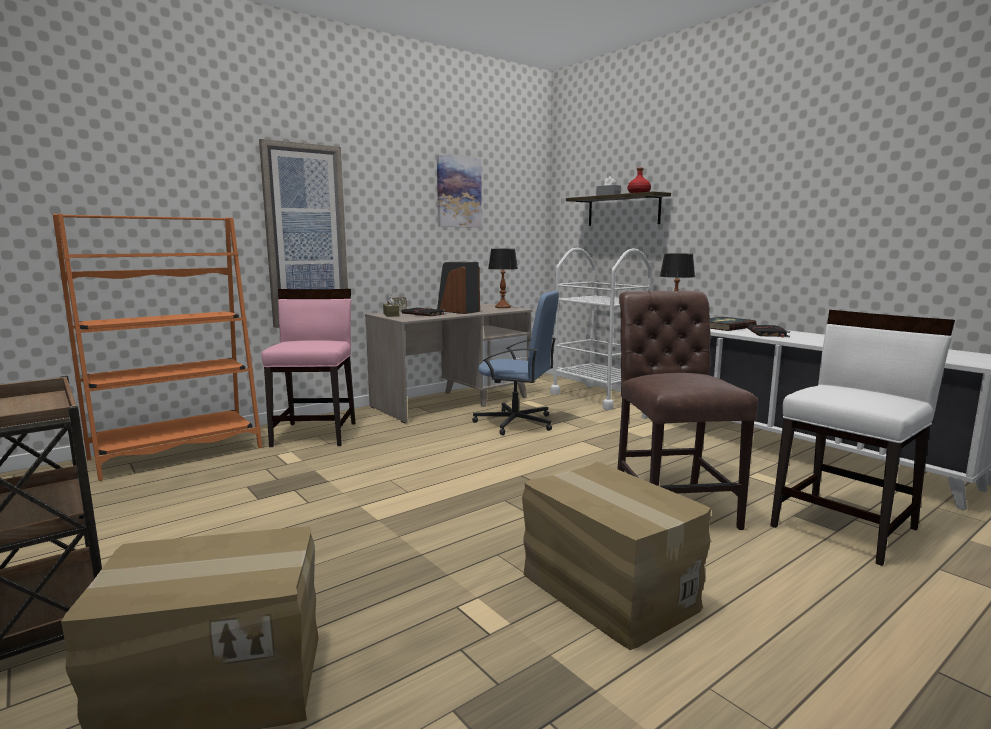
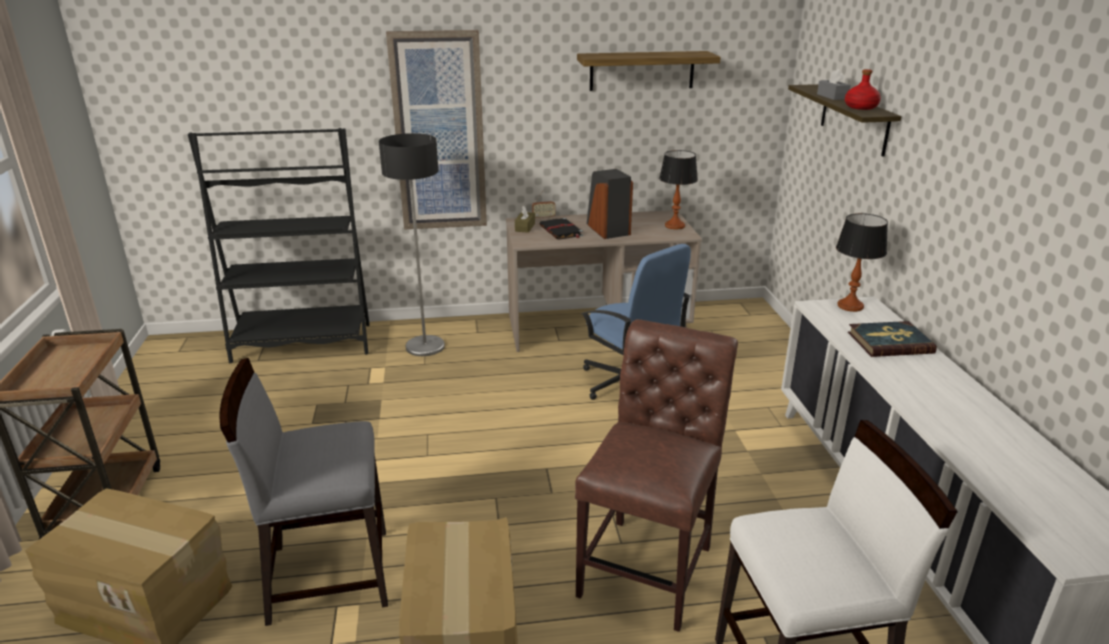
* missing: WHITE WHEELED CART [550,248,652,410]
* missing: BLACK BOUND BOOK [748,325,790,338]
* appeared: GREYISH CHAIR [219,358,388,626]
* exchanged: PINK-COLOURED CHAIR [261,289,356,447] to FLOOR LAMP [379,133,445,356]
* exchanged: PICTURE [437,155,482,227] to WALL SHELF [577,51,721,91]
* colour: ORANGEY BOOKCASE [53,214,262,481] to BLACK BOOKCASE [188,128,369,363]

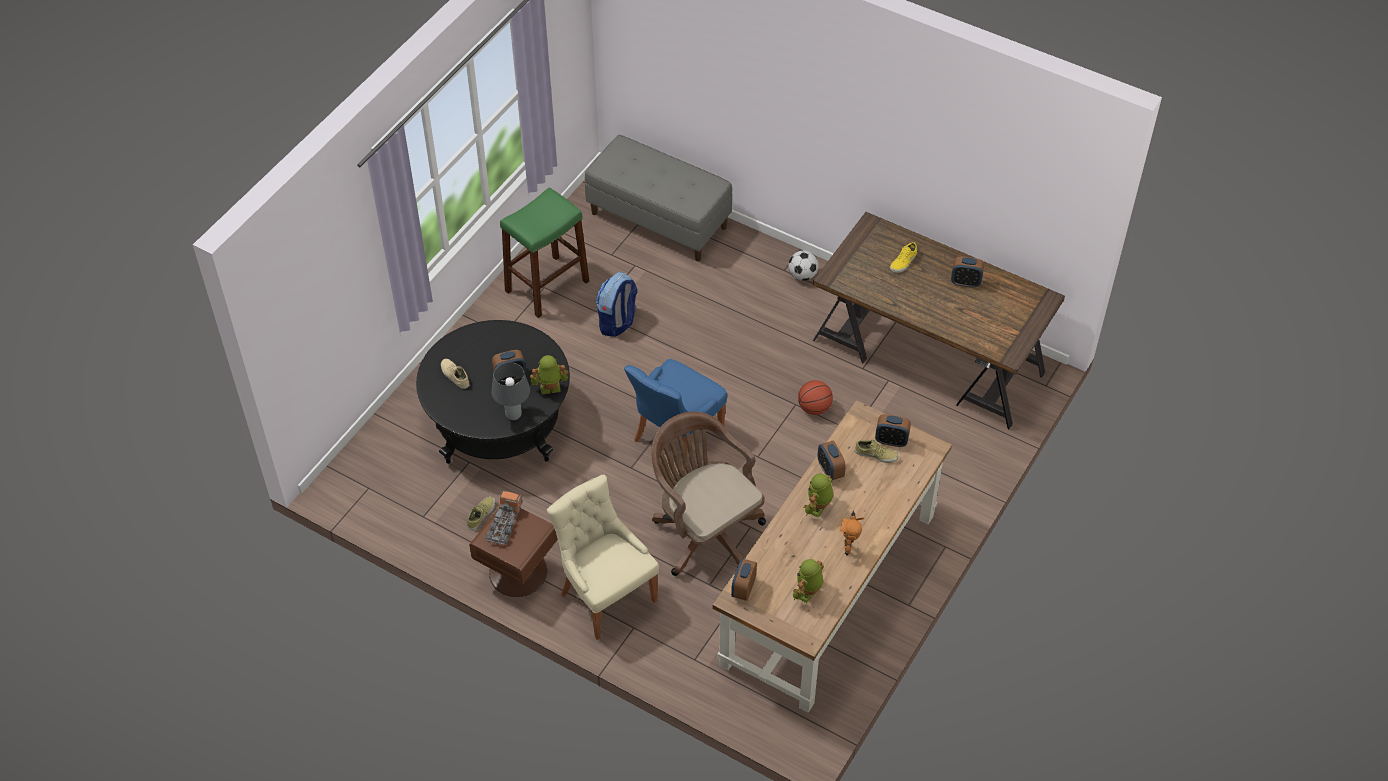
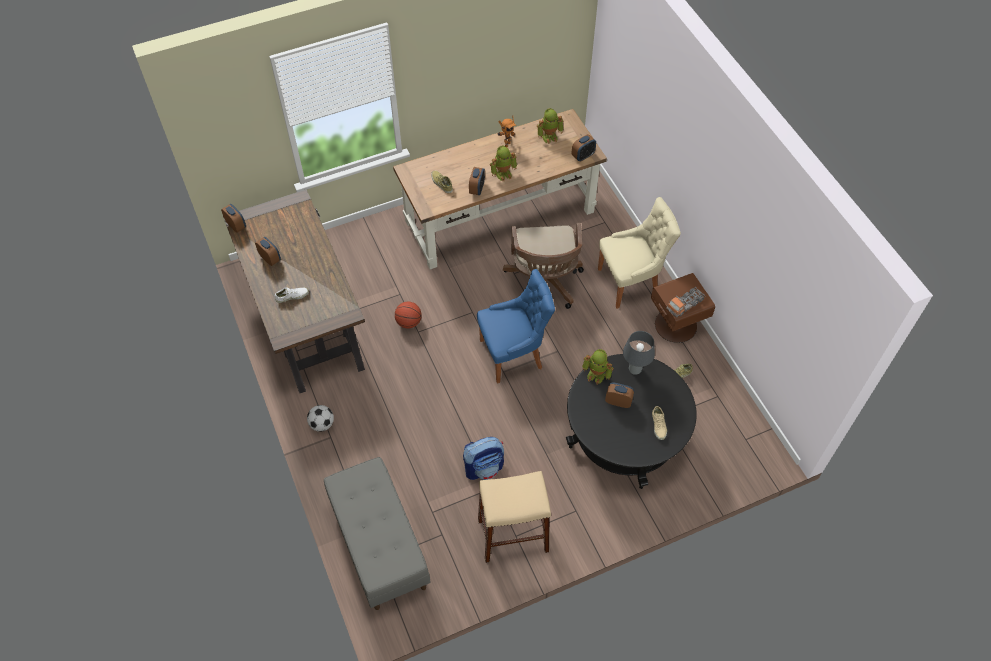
* relocated: ALARM CLOCK [875,414,911,447] to [221,204,246,233]
* colour: GREEN SITTING STOOL [500,187,589,318] to SAND-COLOURED SITTING STOOL [478,471,551,563]
* colour: YELLOW-COLOURED LOW SHOE [890,242,917,273] to WHITE LOW SHOE [275,287,309,303]
* spun: SAND-COLOURED CHAIR [546,474,659,640] = [598,197,681,309] 105 degrees counterclockwise

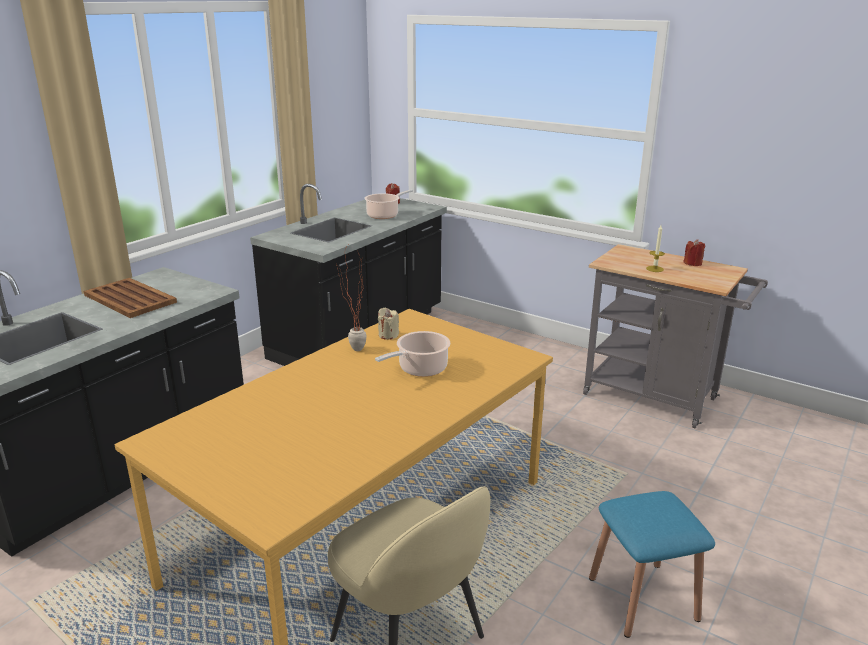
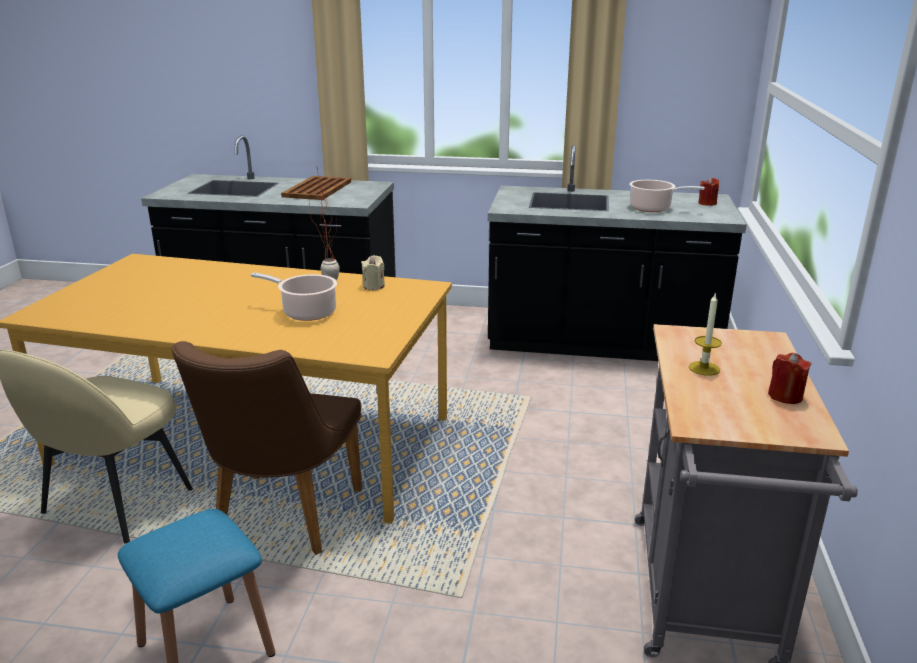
* appeared: BROWN-COLOURED CHAIR [172,341,362,555]

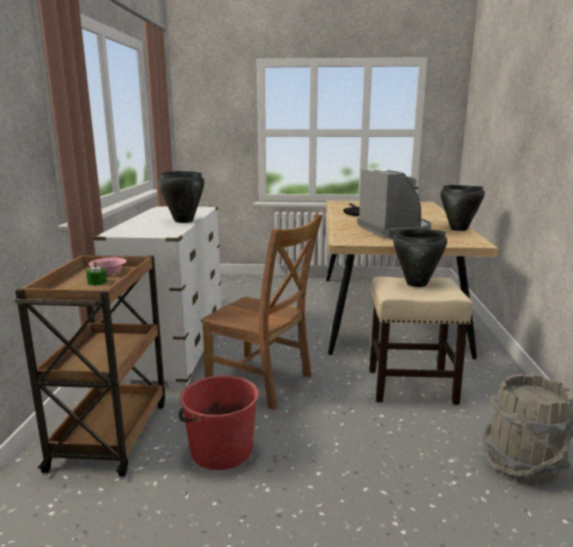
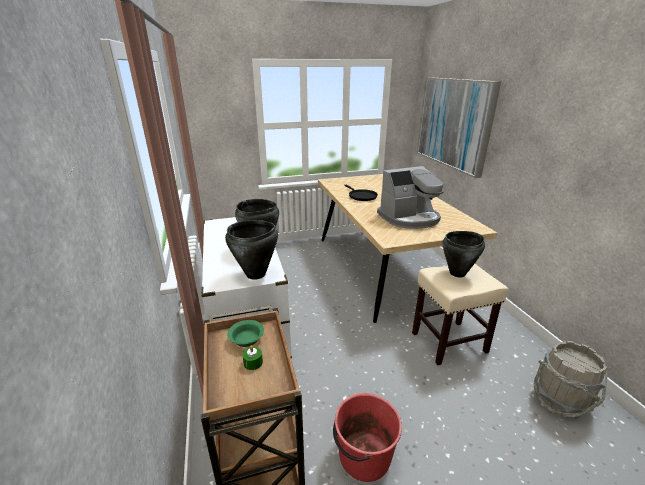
* missing: BROWN-COLOURED CHAIR [200,214,323,410]
* appeared: PICTURE [417,77,501,178]
* relocated: BLACK SAUCEPOT [440,185,485,231] to [225,220,278,280]
* colour: PINK-COLOURED BOWL [88,258,127,275] to GREEN BOWL [227,320,264,347]
* spun: COFFEE MACHINE [357,169,431,239] = [377,166,444,229] 105 degrees clockwise

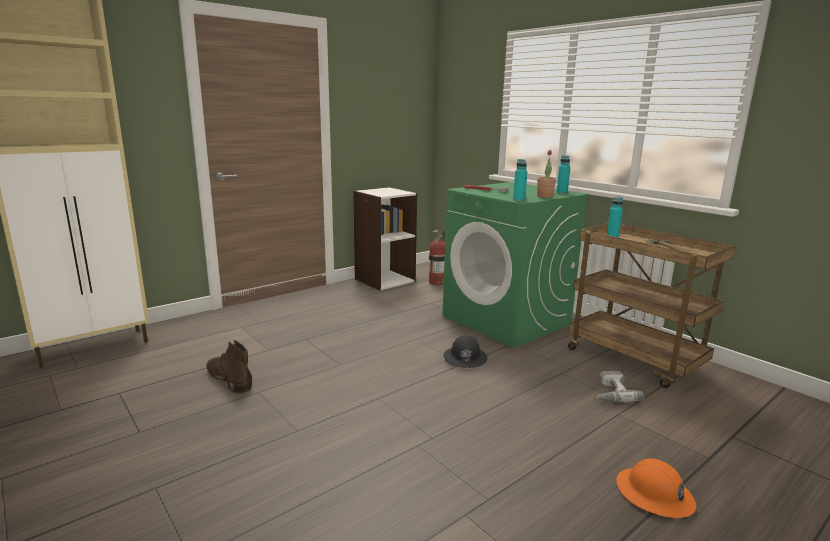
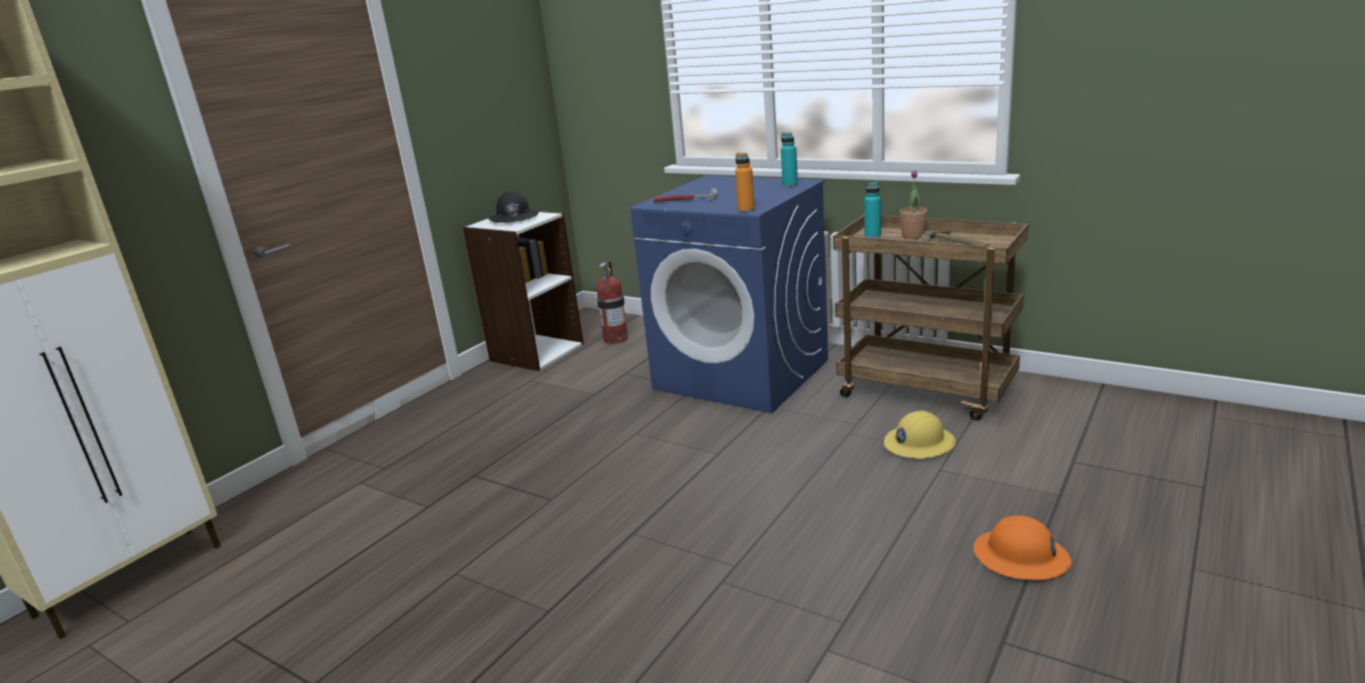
* missing: BROWN-COLOURED BOOT [206,340,252,394]
* relocated: BLACK WORK HELMET [443,335,488,368] to [489,191,539,223]
* relocated: HOUSEPLANT [537,150,556,198] to [900,170,927,239]
* exchanged: POWER DRILL [597,371,644,402] to YELLOW-COLOURED WORK HELMET [884,411,956,459]
* colour: GREEN WASHING MACHINE [442,182,589,348] to BLUE WASHING MACHINE [630,176,828,413]
* colour: BLUE-GREEN BEVERAGE BOTTLE [513,159,527,201] to ORANGEY BEVERAGE BOTTLE [735,153,755,213]

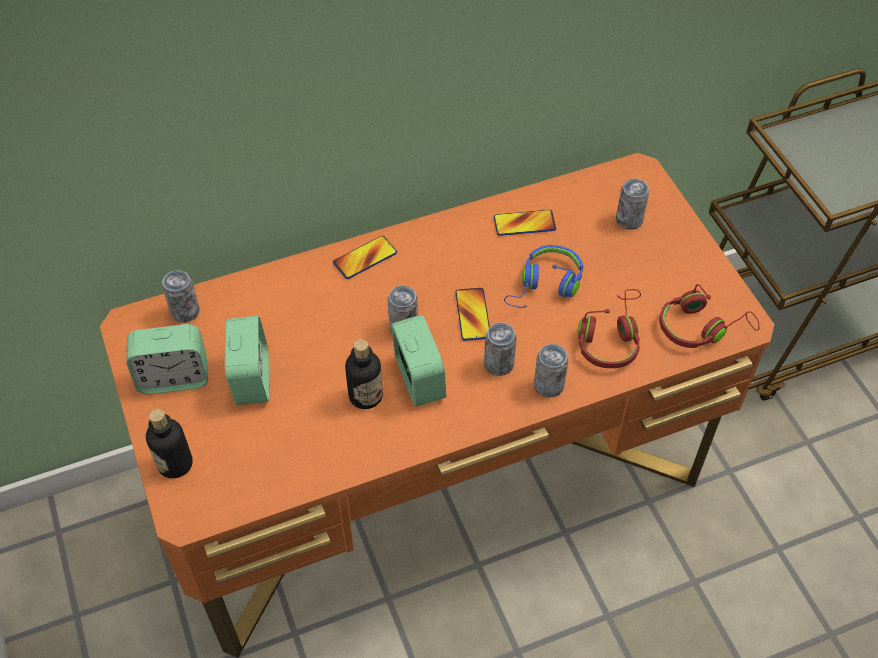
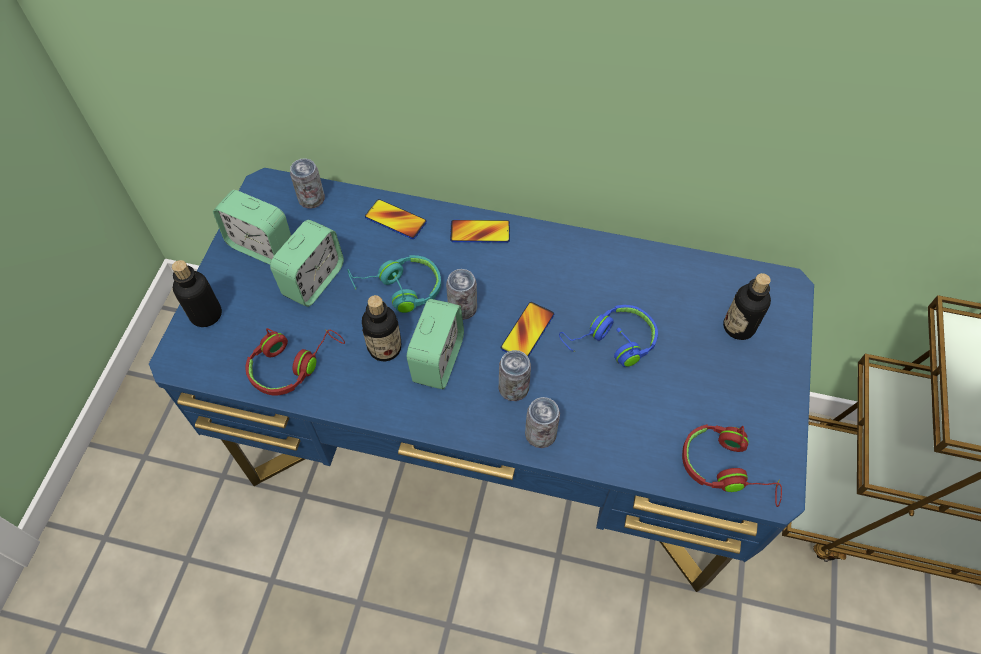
* appeared: BLUE-GREEN HEADPHONES [348,255,441,313]
* relocated: HANDSET [494,210,556,236] to [365,199,427,239]
* relocated: RED-COLOURED HEADPHONES [577,289,641,368] to [245,328,345,396]
* exchanged: METAL CAN [616,178,649,230] to BEVERAGE BOTTLE [723,273,771,340]
* colour: ORANGEY DESK UNIT [100,153,775,658] to BLUE DESK UNIT [149,168,814,592]

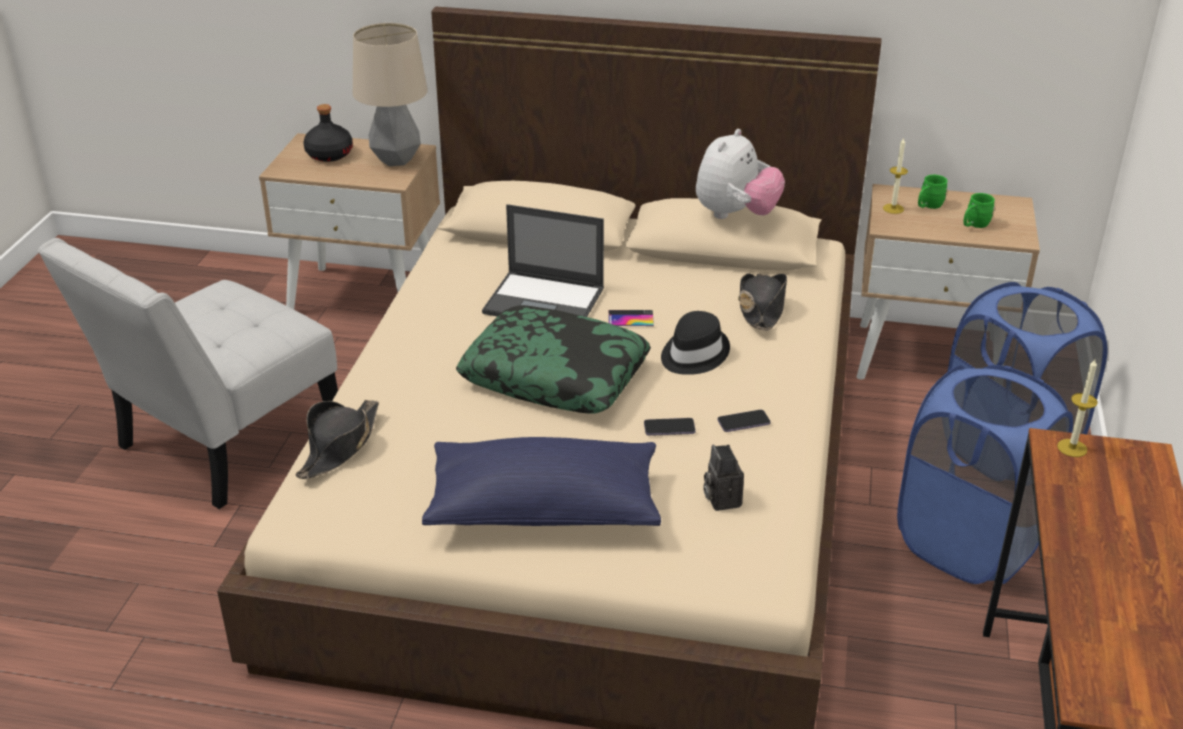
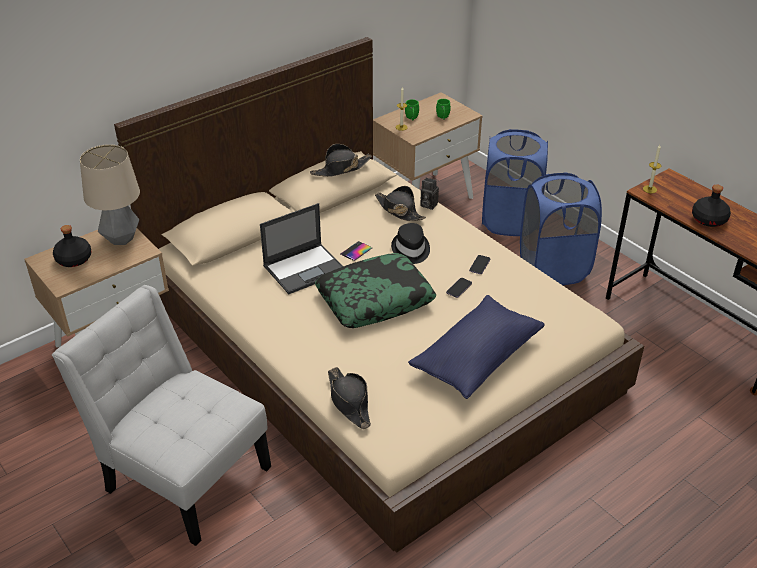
* appeared: BLACK BEVERAGE BOTTLE [692,184,731,227]
* relocated: STILL CAMERA [703,444,744,511] to [420,177,439,210]
* exchanged: CUDDLY TOY [696,129,785,219] to BLACK CLOTHING HAT [310,144,372,177]
* spun: WHITE CHAIR [38,238,338,509] = [52,285,271,546] 135 degrees clockwise

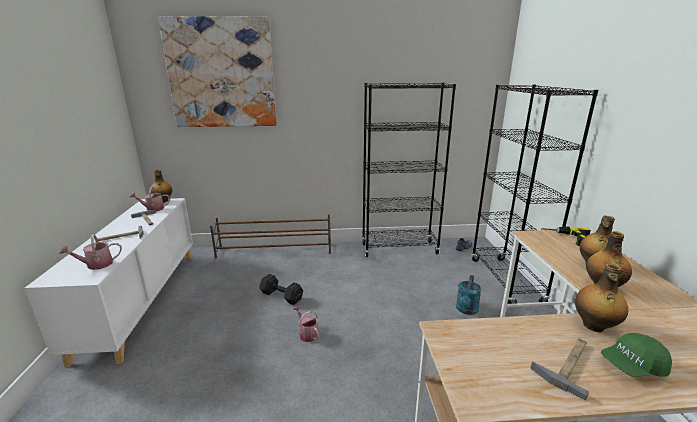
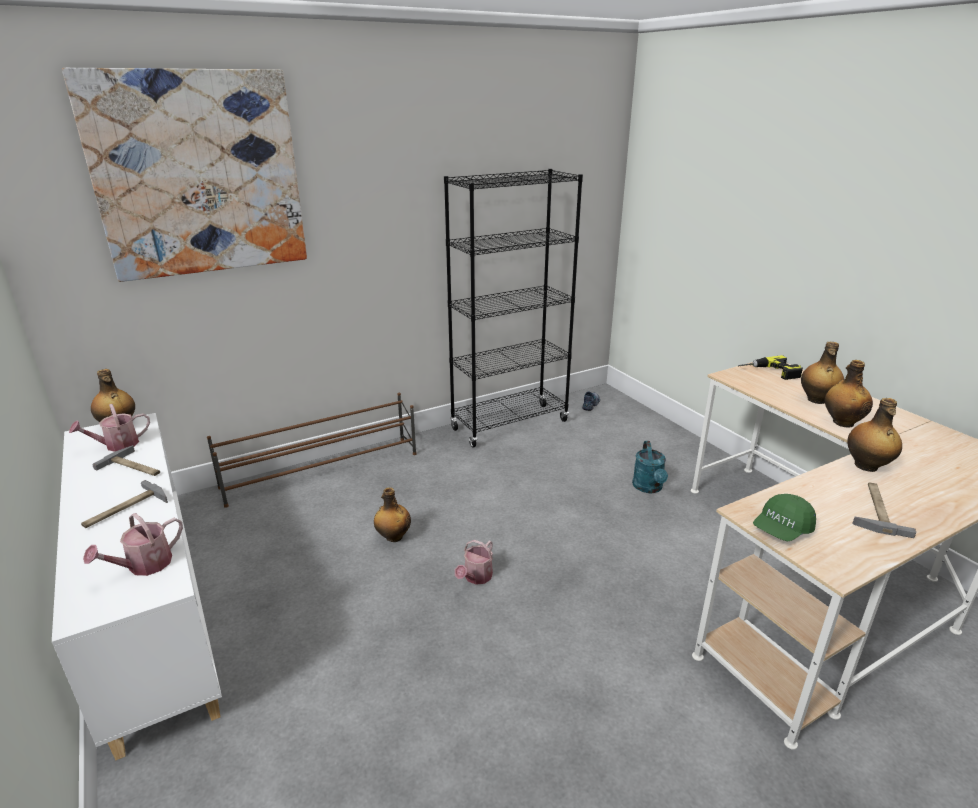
* missing: BLACK BOOKCASE [471,84,599,304]
* relocated: GREEN BASEBALL CAP [601,333,672,377] to [753,494,816,541]
* exchanged: BLACK DUMBBELL [259,274,303,305] to BEVERAGE BOTTLE [374,487,411,542]
* spun: WATERING CAN [293,306,319,342] = [455,540,493,585] 90 degrees counterclockwise

